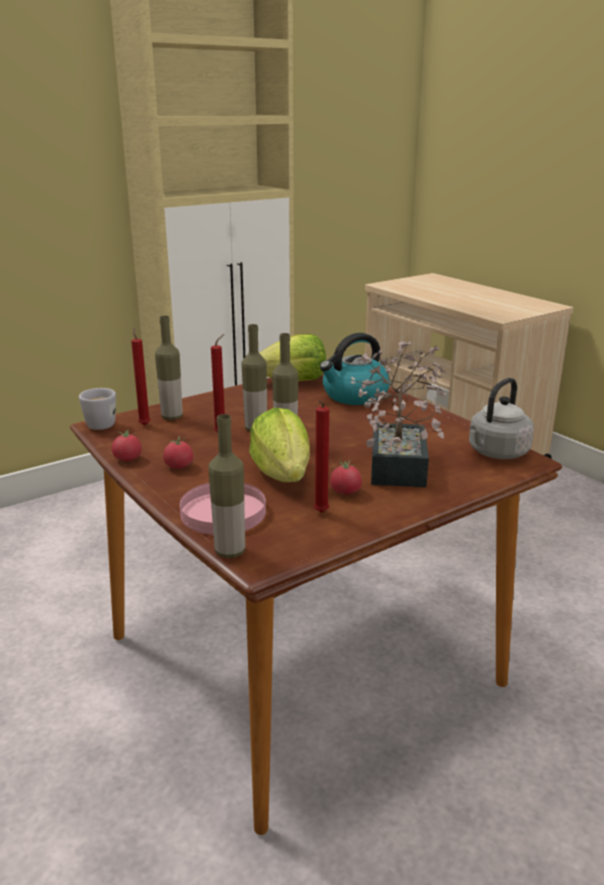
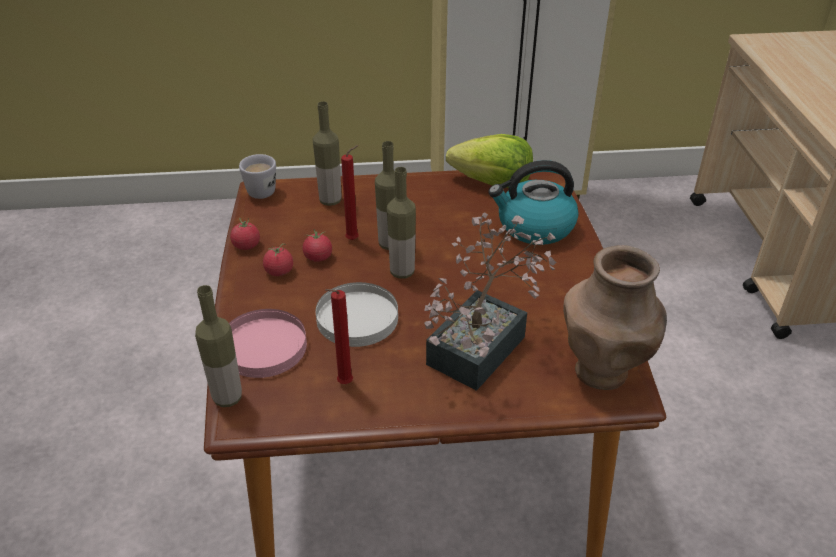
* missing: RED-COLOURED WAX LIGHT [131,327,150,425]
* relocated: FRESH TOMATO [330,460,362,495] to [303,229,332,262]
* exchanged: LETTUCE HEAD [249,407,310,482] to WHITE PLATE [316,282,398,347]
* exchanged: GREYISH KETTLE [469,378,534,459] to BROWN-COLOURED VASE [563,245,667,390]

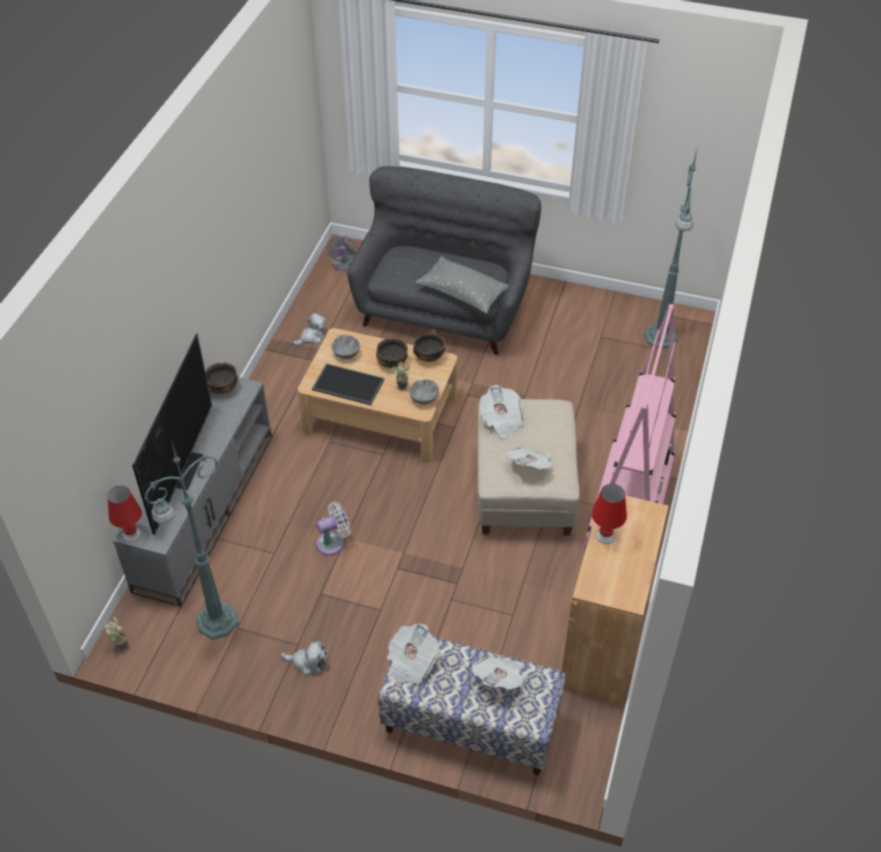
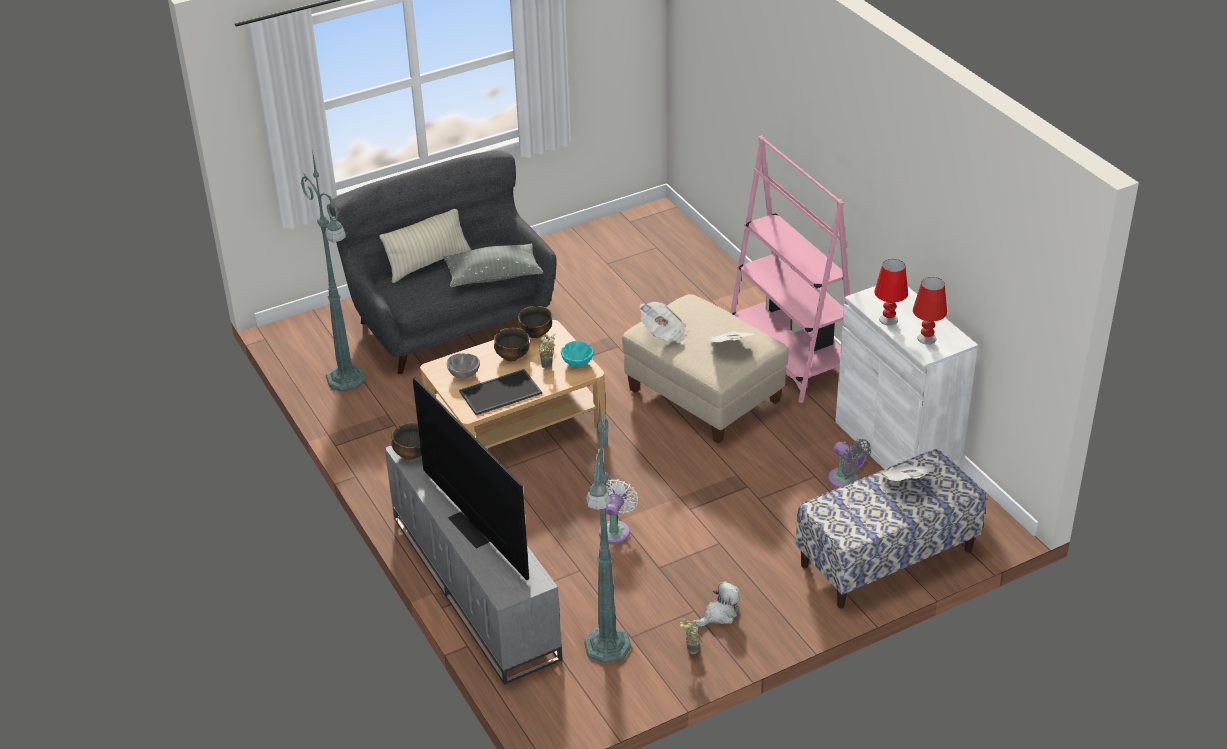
* missing: CUDDLY TOY [293,313,326,346]
* missing: DAILY PAPER [387,623,439,684]
* appeared: SAND-COLOURED THROW PILLOW [379,209,471,283]
* relocated: HOUSEPLANT [105,617,128,650] to [680,619,701,654]
* relocated: RED-COLOURED TABLETOP LAMP [108,486,142,542] to [913,277,947,344]
* relocated: GREYISH FAN [326,234,358,270] to [828,439,871,488]
* relocated: GREEN FLOOR LAMP [644,149,697,348] to [301,150,367,392]
* colour: GREYISH BOWL [409,379,439,405] to BLUE-GREEN BOWL [561,341,593,367]
* colour: BROWN-COLOURED CUPBOARD [562,495,668,705] to WHITE CUPBOARD [835,286,978,469]

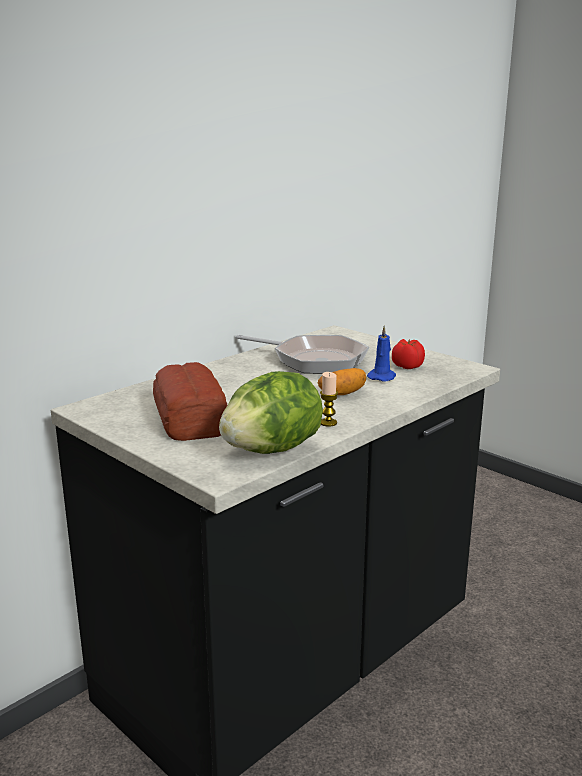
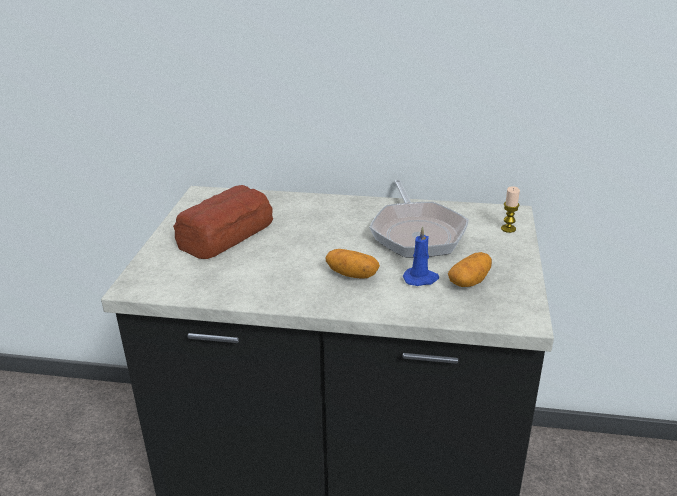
* missing: LETTUCE HEAD [219,371,323,454]
* relocated: WAX LIGHT [320,372,338,427] to [501,186,520,233]
* exchanged: FRESH TOMATO [392,339,425,369] to WHOLE POTATO [448,252,492,287]

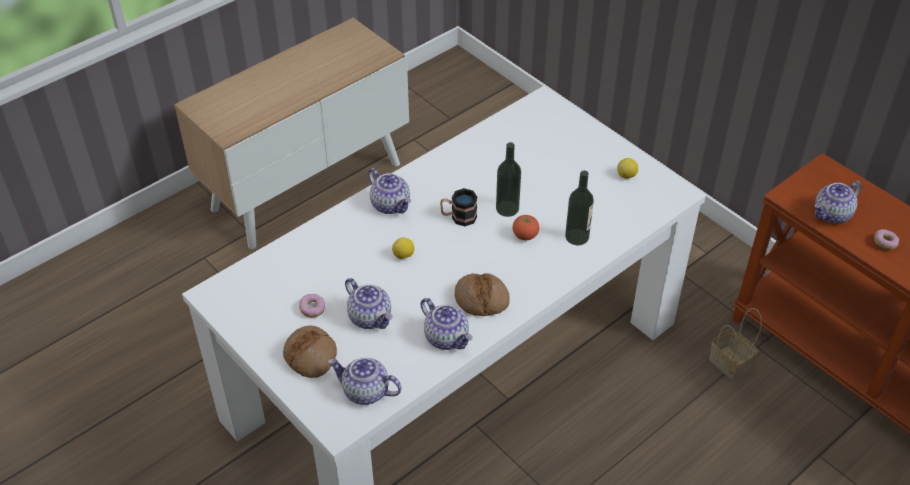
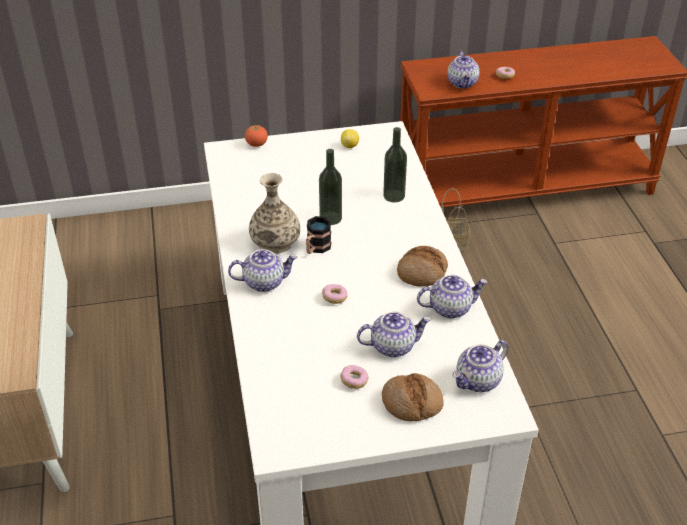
* appeared: VASE [249,173,300,254]
* relocated: FRESH TOMATO [513,215,539,240] to [245,125,268,147]
* exchanged: CITRUS FRUIT [392,237,414,259] to RING DOUGHNUT [322,284,348,304]

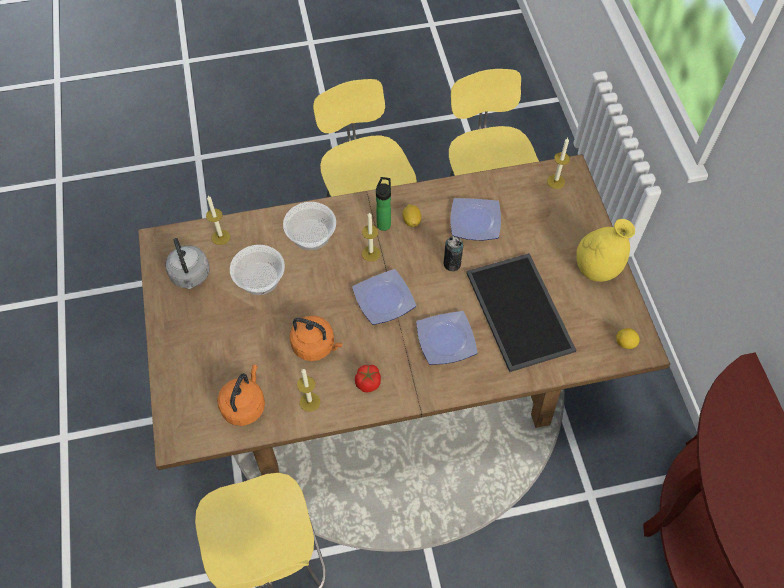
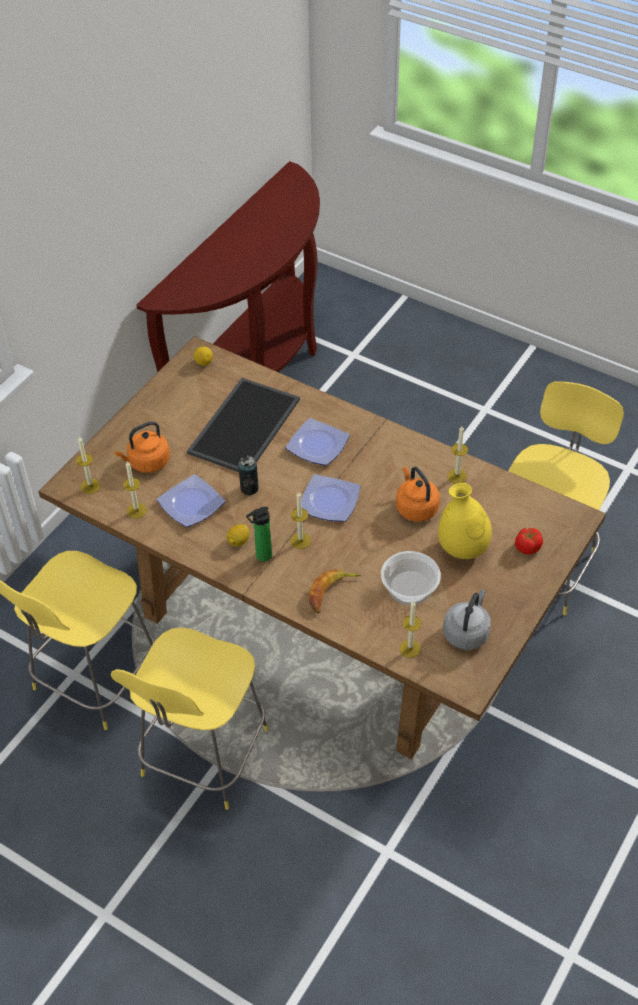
* appeared: WAX LIGHT [123,461,147,518]
* relocated: ORANGEY KETTLE [217,365,265,426] to [114,421,170,473]
* relocated: FRESH TOMATO [355,365,381,393] to [515,528,543,555]
* relocated: YELLOW-COLOURED VASE [576,219,635,282] to [438,483,492,559]
* exchanged: BOWL [283,202,336,250] to WHOLE BANANA [309,569,361,613]

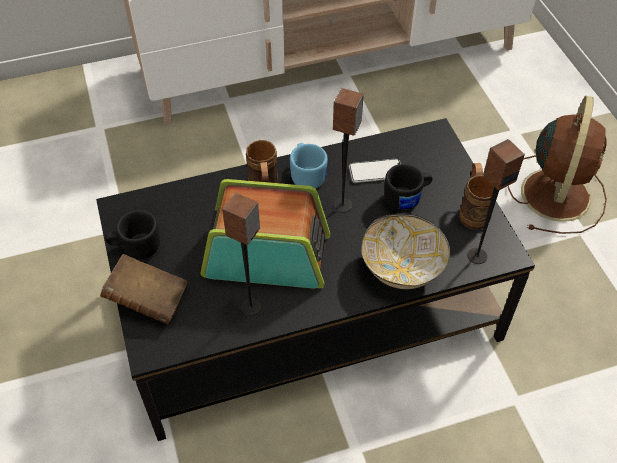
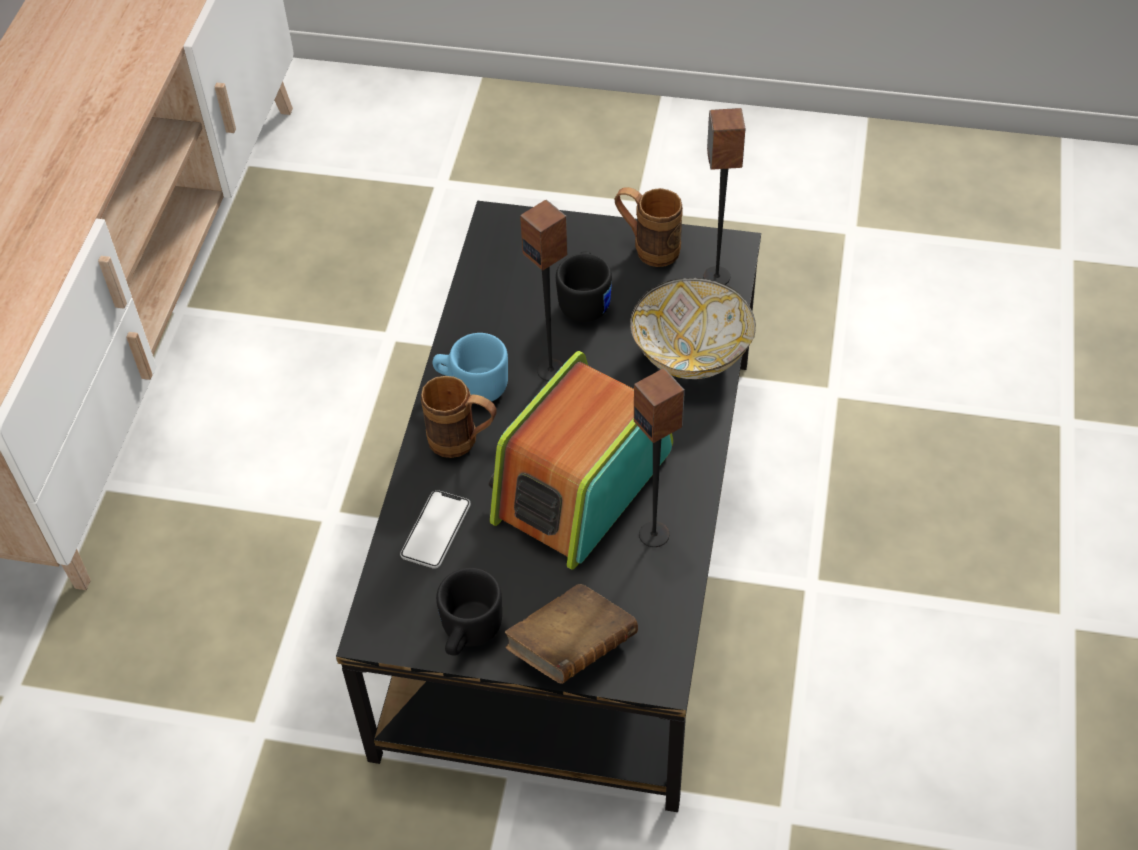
* missing: BROWN-COLOURED FAN [508,96,607,234]
* relocated: HANDSET [349,159,401,183] to [400,490,471,569]

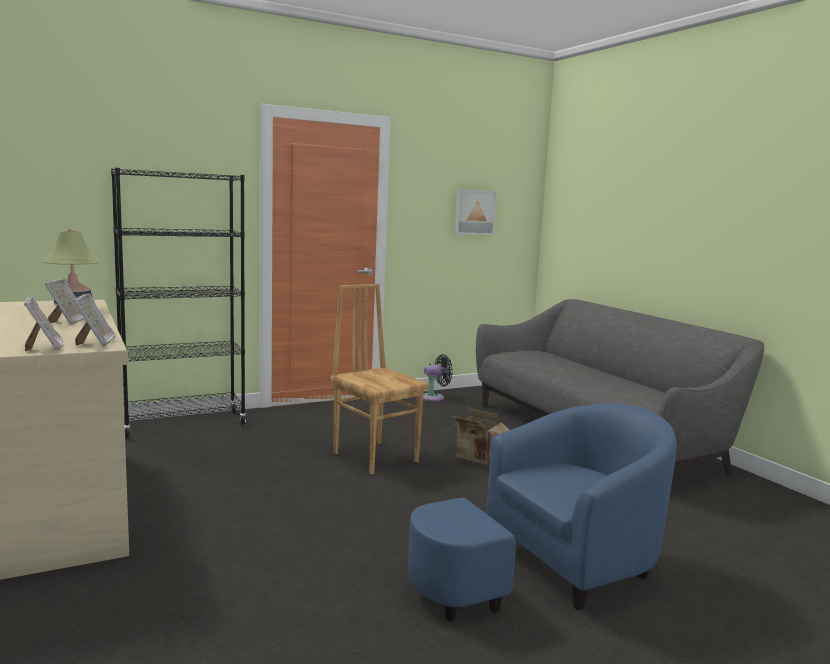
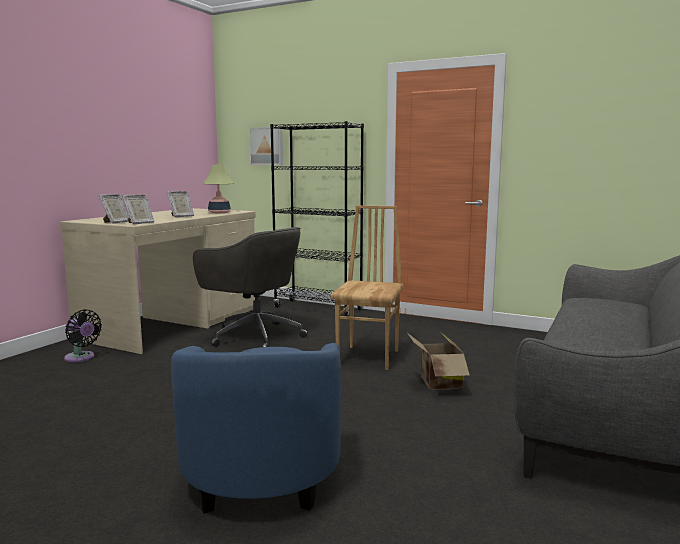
* appeared: GREYISH OFFICE CHAIR [193,227,308,347]
* relocated: BLACK FAN [423,354,453,402] to [64,309,102,362]
* relocated: PICTURE [454,189,497,235] to [249,127,283,165]
* spun: BLUE EASY CHAIR [408,403,677,621] = [171,343,341,514] 60 degrees clockwise

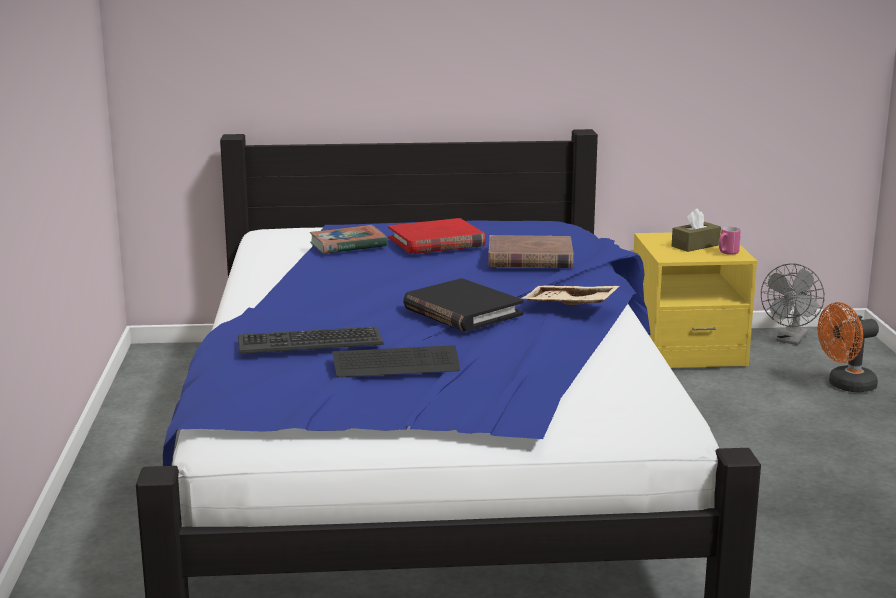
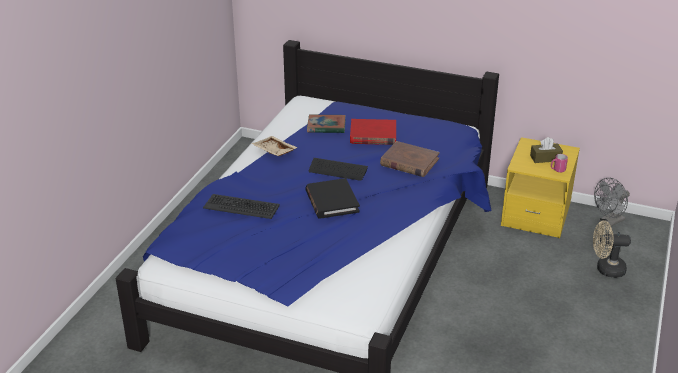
* relocated: COMPUTER KEYBOARD [332,345,460,377] to [309,158,368,181]
* relocated: SAND-COLOURED SERVING TRAY [520,286,620,305] to [251,136,298,156]
* colour: ORANGEY FAN [818,302,879,392] to SAND-COLOURED FAN [593,221,631,278]

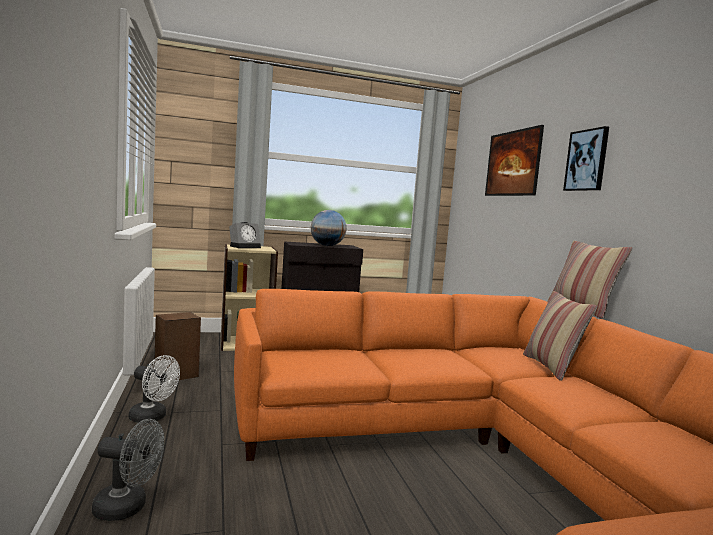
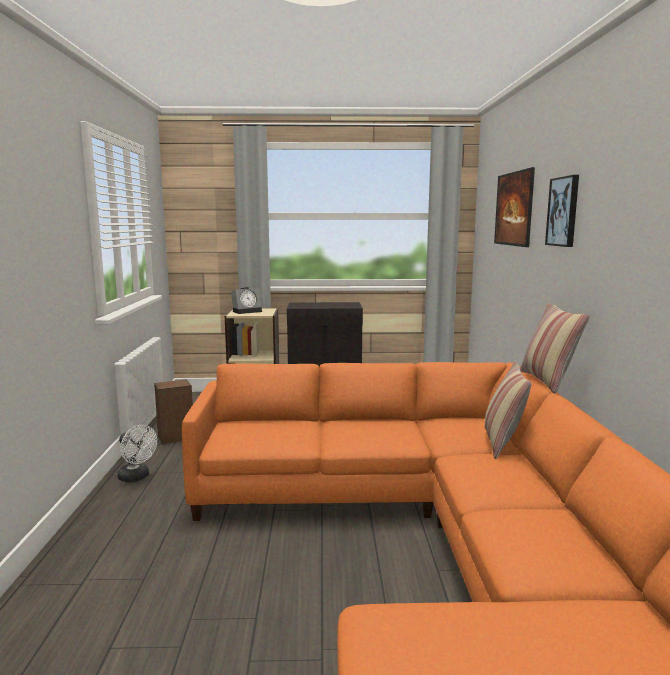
* missing: GREYISH FAN [92,419,164,521]
* missing: WORLD GLOBE [311,210,347,246]

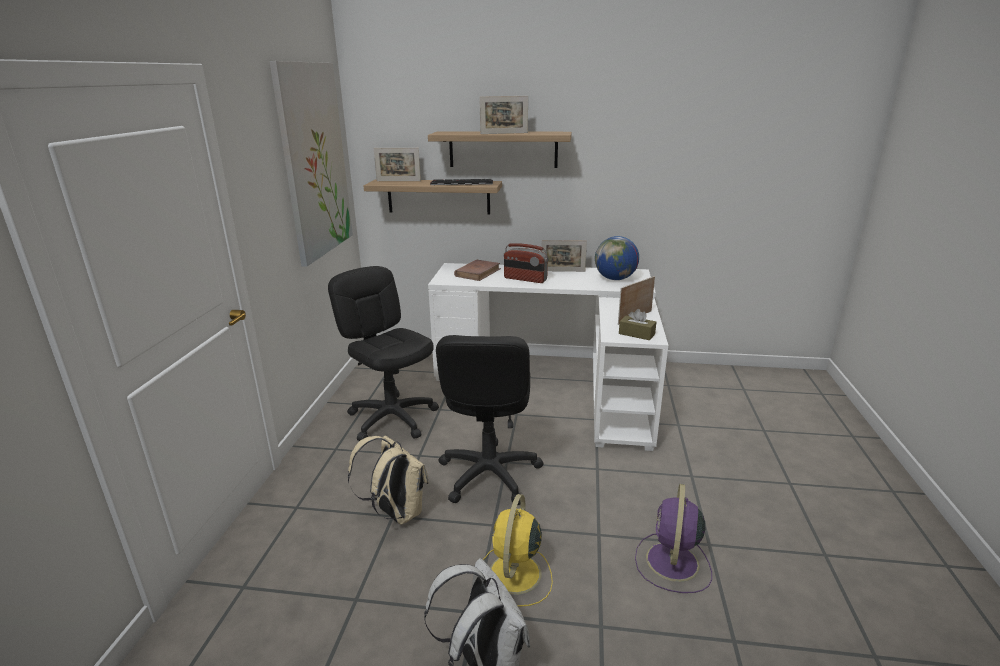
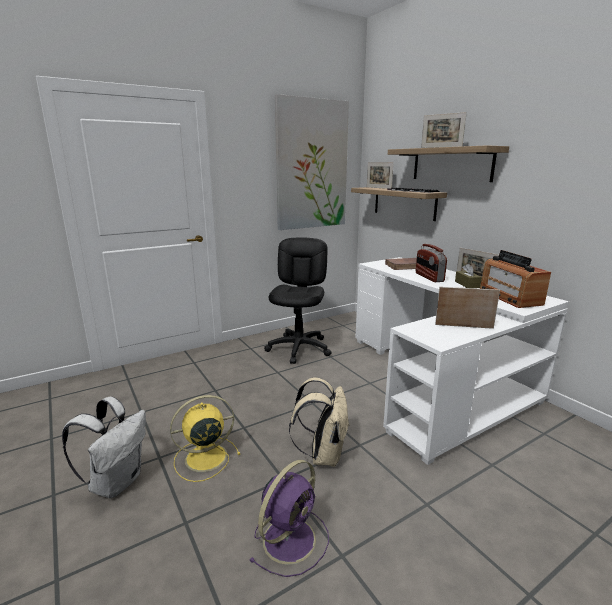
* missing: BLACK OFFICE CHAIR [436,335,543,505]
* relocated: SAND-COLOURED KNAPSACK [348,436,428,525] to [289,377,349,467]
* relocated: BROWN-COLOURED TISSUE HOLDER [619,309,656,340] to [455,264,482,288]
* exchanged: WORLD GLOBE [595,236,639,280] to RADIO SET [480,250,551,308]
* spun: PURPLE FAN [635,484,712,593] = [249,460,329,577] 150 degrees clockwise

